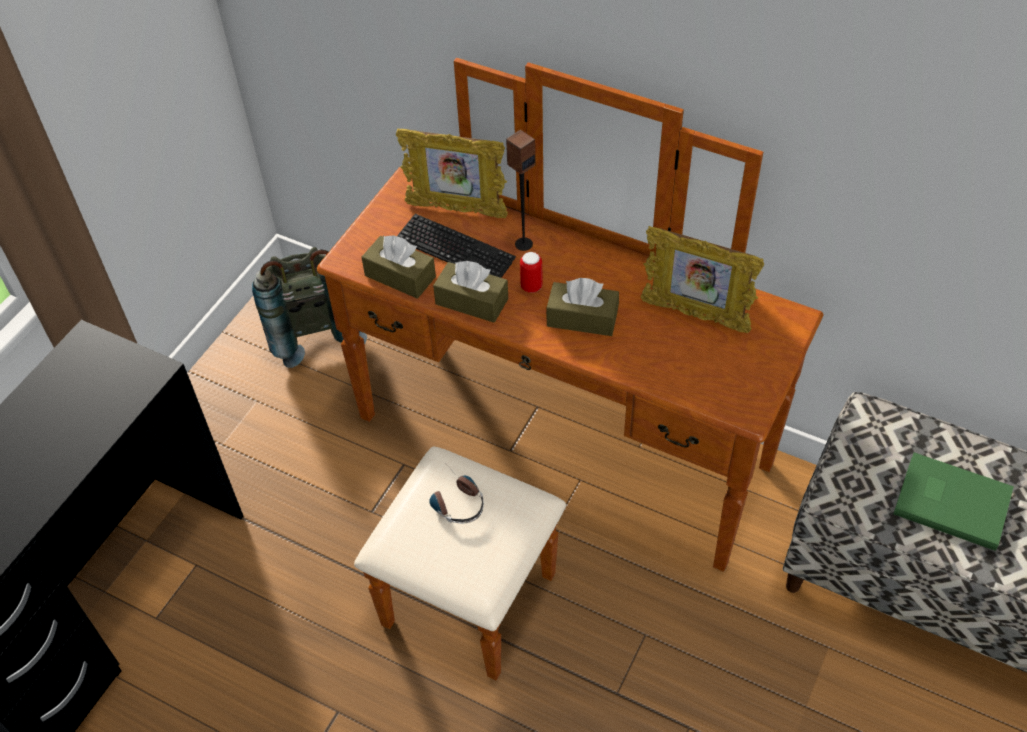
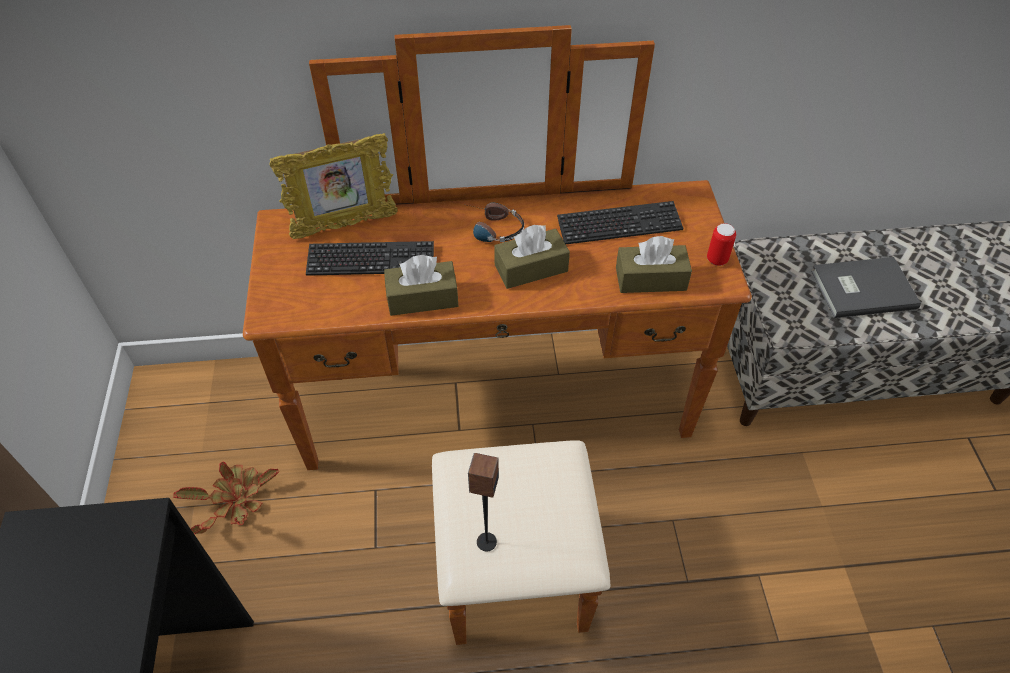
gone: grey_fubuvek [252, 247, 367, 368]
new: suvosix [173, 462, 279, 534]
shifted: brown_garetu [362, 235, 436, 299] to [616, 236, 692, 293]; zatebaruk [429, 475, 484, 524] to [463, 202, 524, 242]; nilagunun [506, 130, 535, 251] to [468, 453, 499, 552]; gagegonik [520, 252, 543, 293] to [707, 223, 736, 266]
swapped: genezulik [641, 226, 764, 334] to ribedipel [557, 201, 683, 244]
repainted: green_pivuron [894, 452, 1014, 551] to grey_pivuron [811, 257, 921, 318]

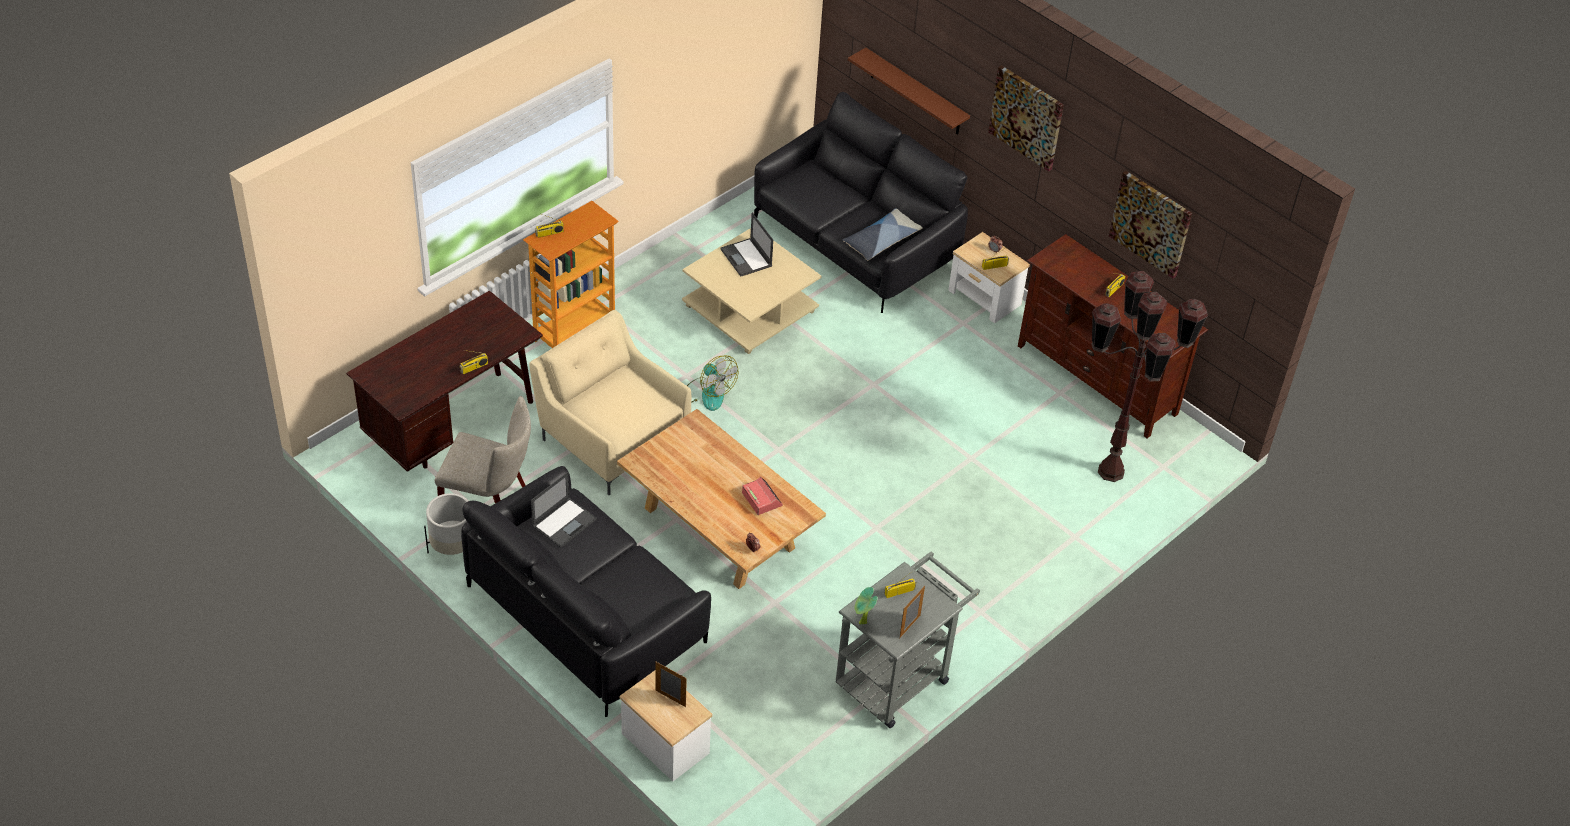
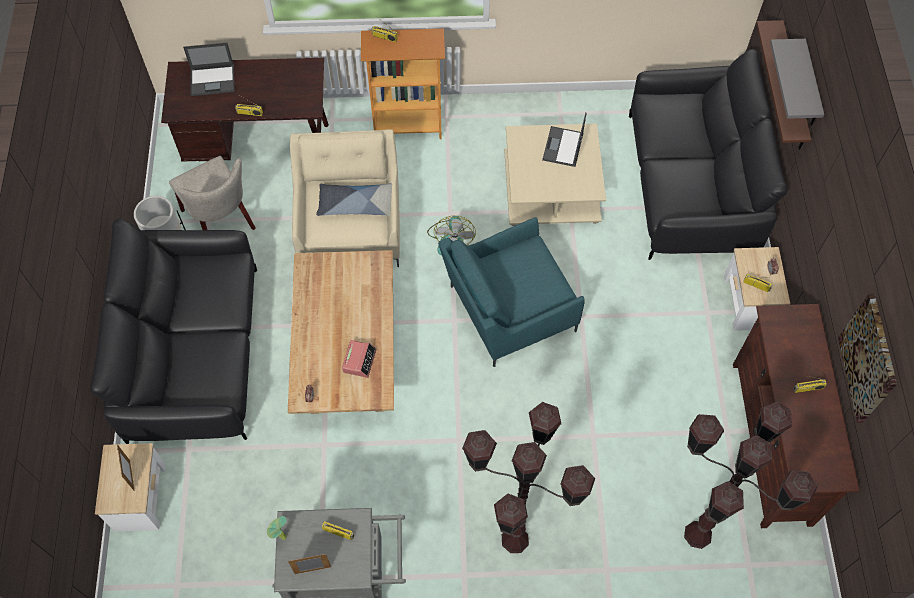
gone: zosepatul [988, 65, 1064, 171]
new: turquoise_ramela [438, 217, 585, 367]; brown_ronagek [462, 402, 595, 553]; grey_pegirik [770, 39, 824, 126]
shifted: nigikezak [531, 472, 597, 548] to [183, 43, 235, 96]; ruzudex [843, 208, 923, 261] to [316, 183, 392, 216]

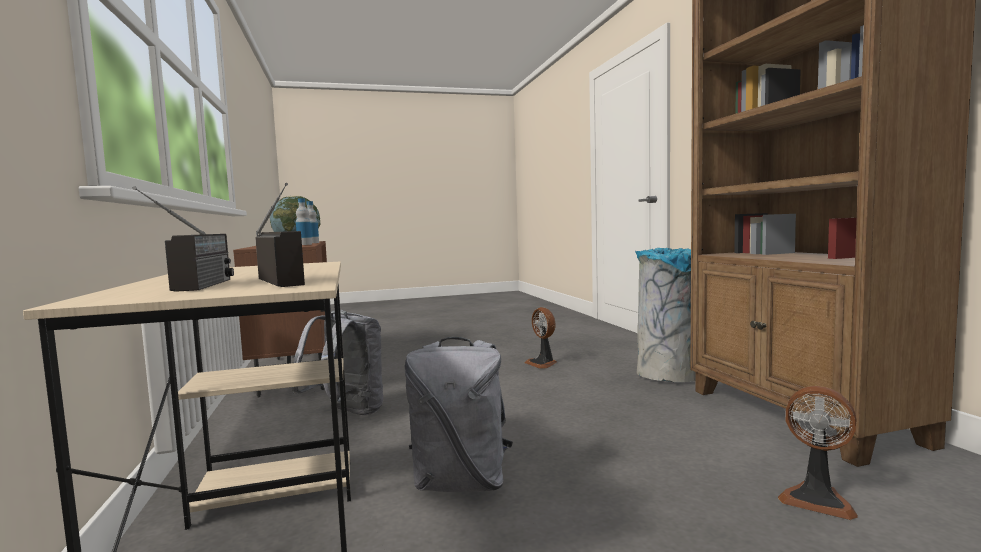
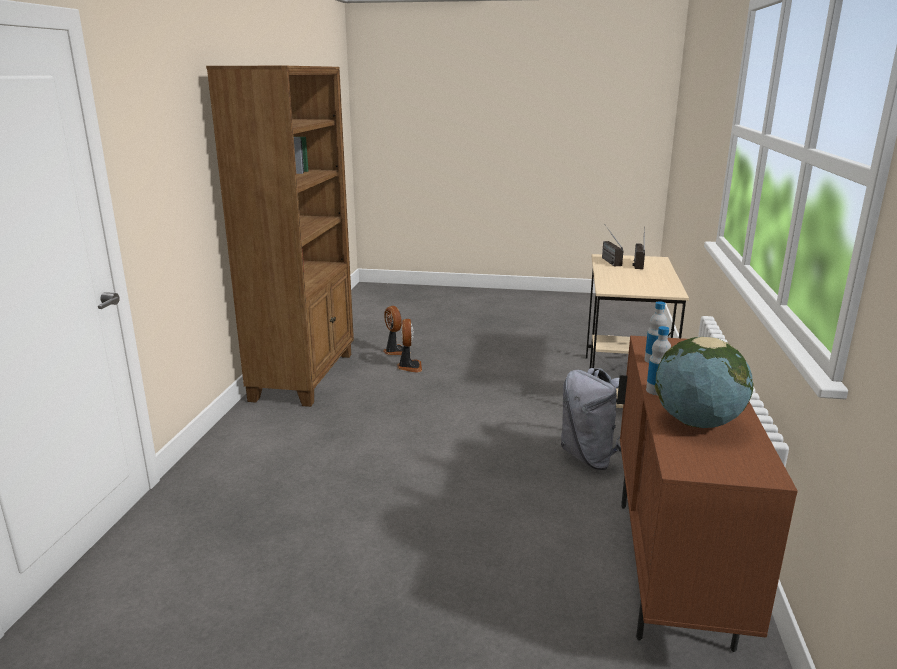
gone: grey_fubuvek [404, 337, 513, 492]; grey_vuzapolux [635, 248, 696, 382]
shifted: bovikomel [524, 307, 557, 369] to [398, 319, 422, 373]

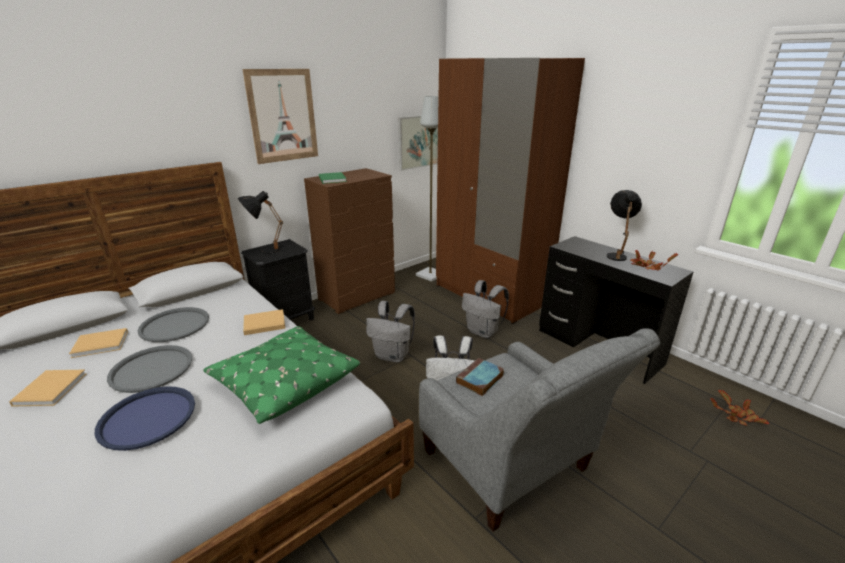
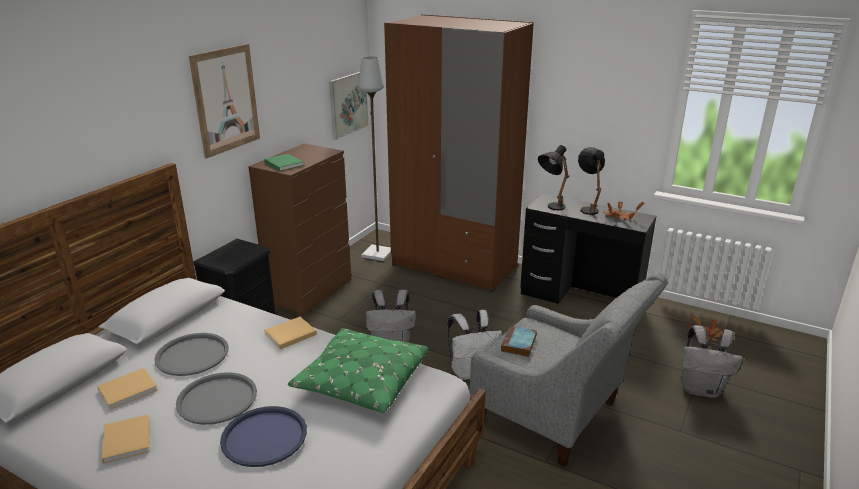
shifted: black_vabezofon [238, 191, 283, 254] to [538, 145, 569, 210]; grey_fubuvek [462, 280, 509, 338] to [680, 325, 743, 398]

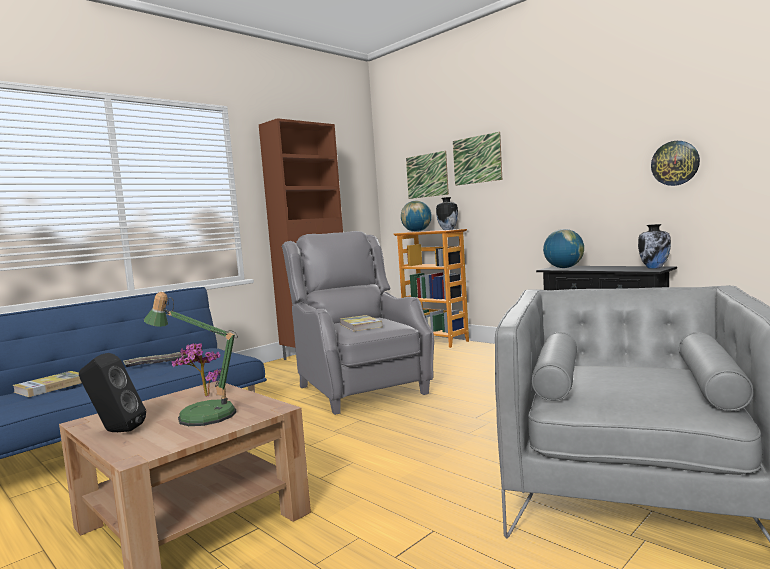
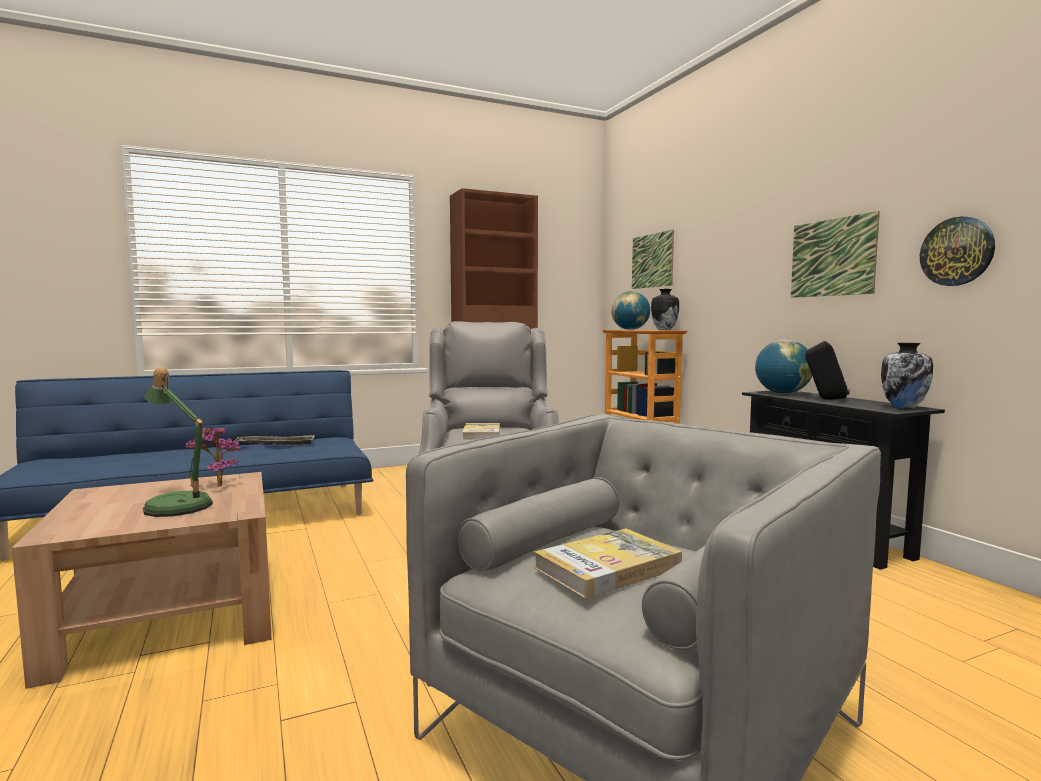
shifted: pivuron [13, 371, 82, 397] to [534, 528, 682, 599]; black_nilagunun [79, 353, 146, 432] to [805, 341, 850, 400]; zosepatul [453, 132, 502, 186] to [791, 211, 880, 298]

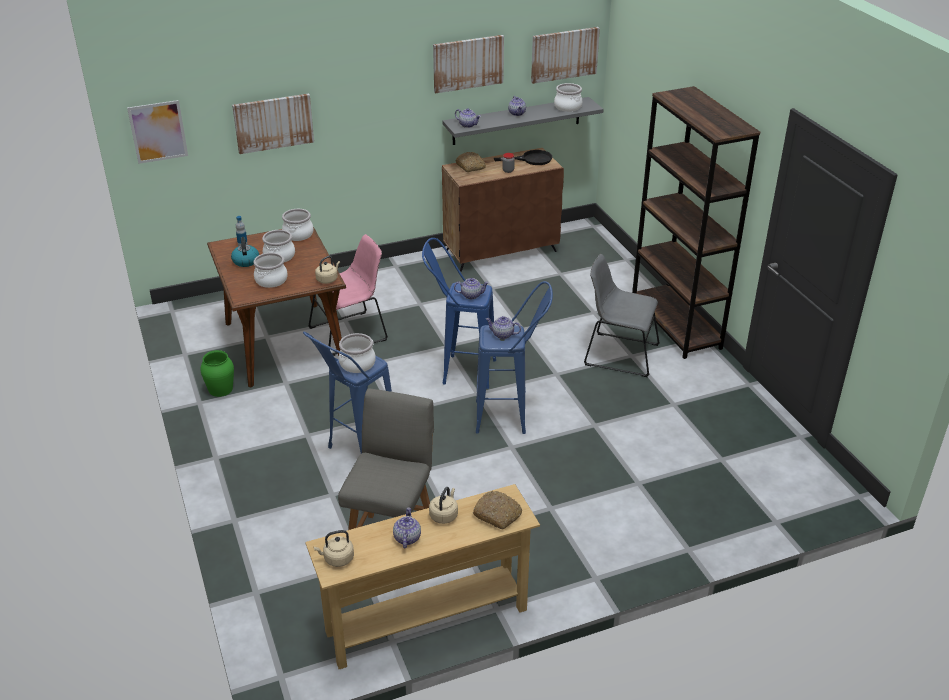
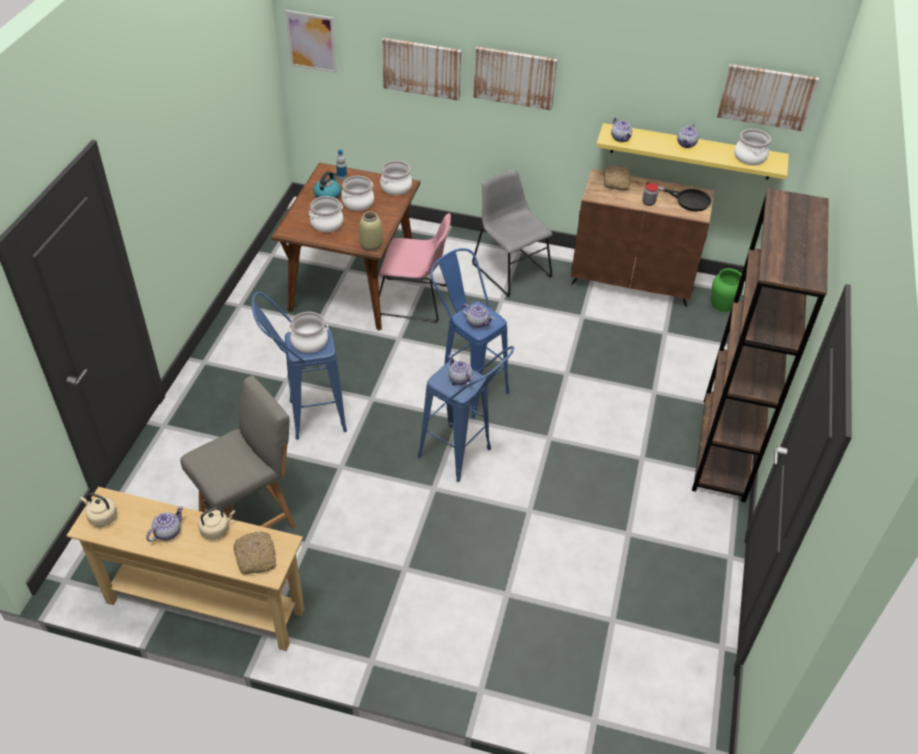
shifted: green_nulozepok [201, 350, 234, 397] to [712, 268, 744, 312]; zosepatul [433, 35, 504, 93] to [473, 47, 557, 110]; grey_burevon [584, 254, 660, 377] to [472, 169, 553, 297]
swapped: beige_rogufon [315, 256, 340, 284] to beige_nulozepok [359, 211, 383, 251]
repainted: grey_pegirik [443, 97, 604, 145] to yellow_pegirik [596, 123, 789, 180]

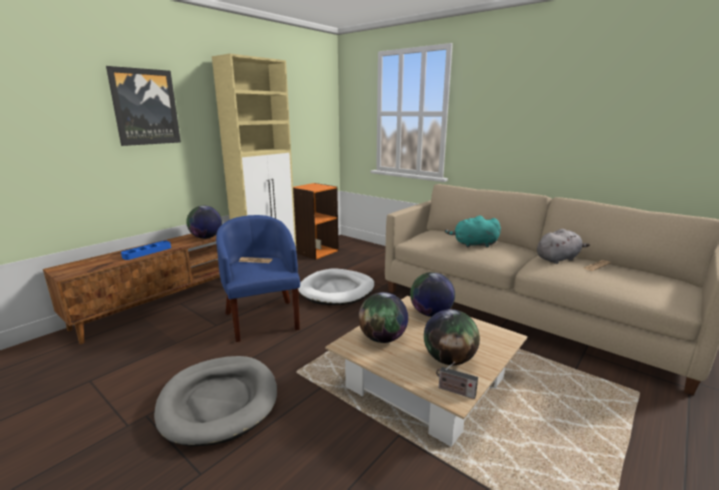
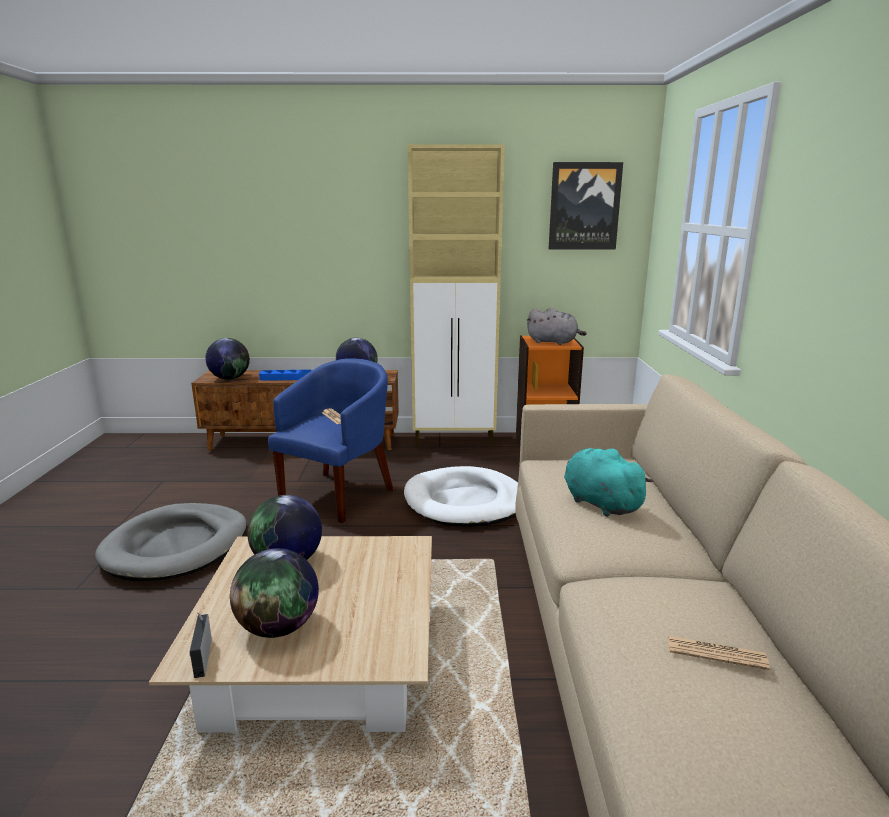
shifted: zosepatul [106, 66, 181, 146] to [549, 162, 623, 249]; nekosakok [410, 272, 455, 317] to [205, 338, 250, 380]; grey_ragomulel [537, 229, 590, 264] to [526, 308, 587, 345]

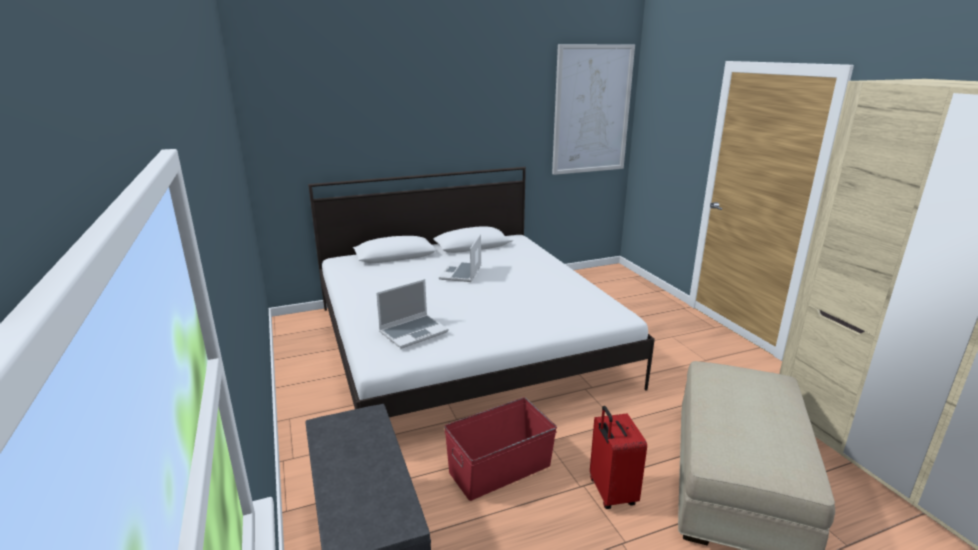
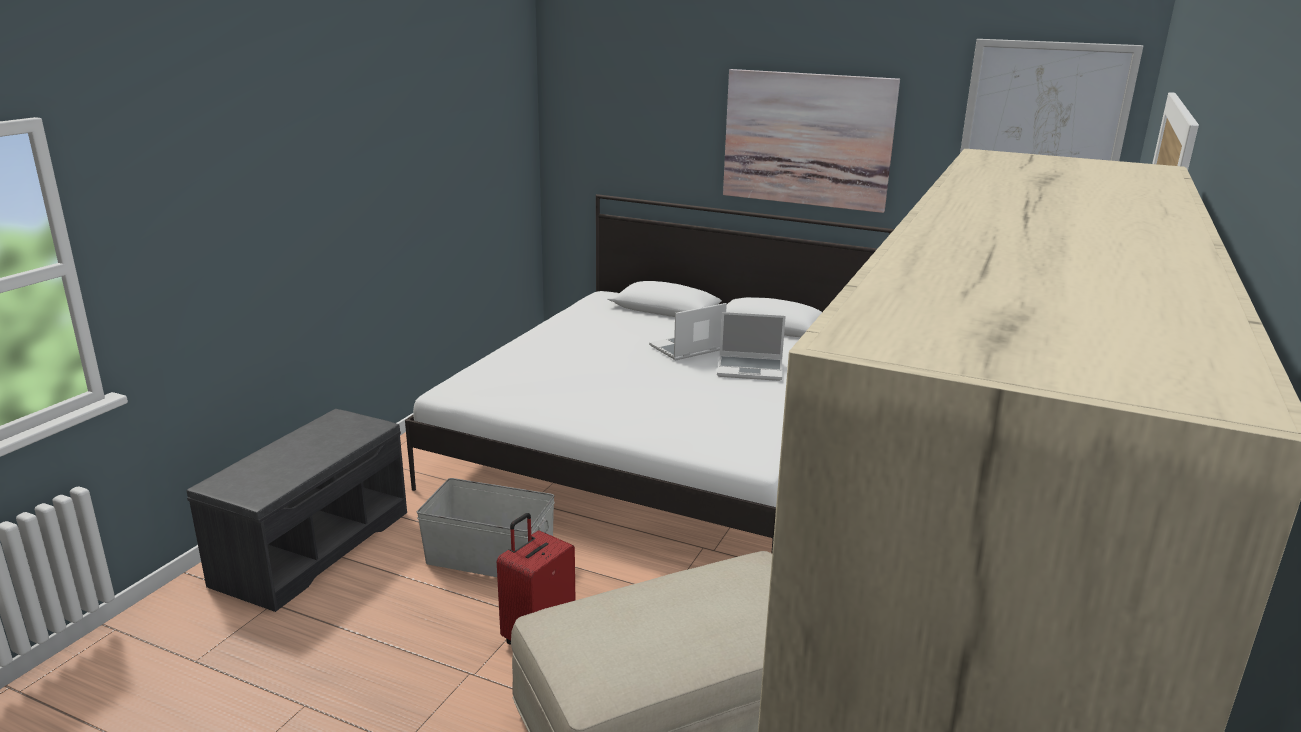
new: zosepatul [723, 69, 900, 213]
shifted: nigikezak [376, 279, 449, 349] to [717, 312, 786, 381]
repainted: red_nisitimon [444, 397, 557, 501] to grey_nisitimon [417, 478, 555, 577]

